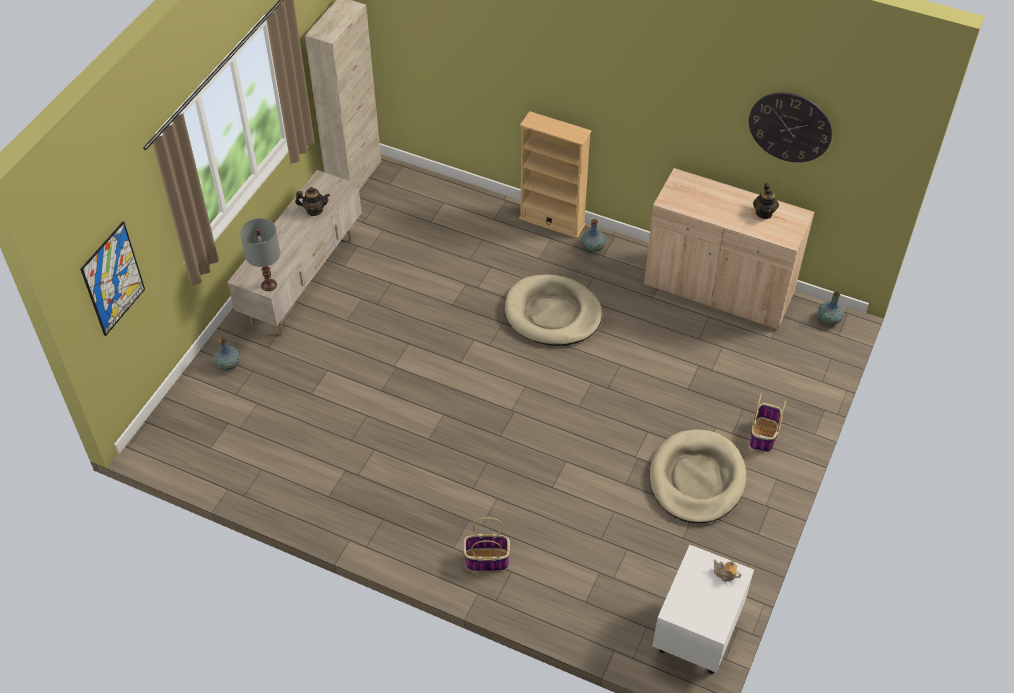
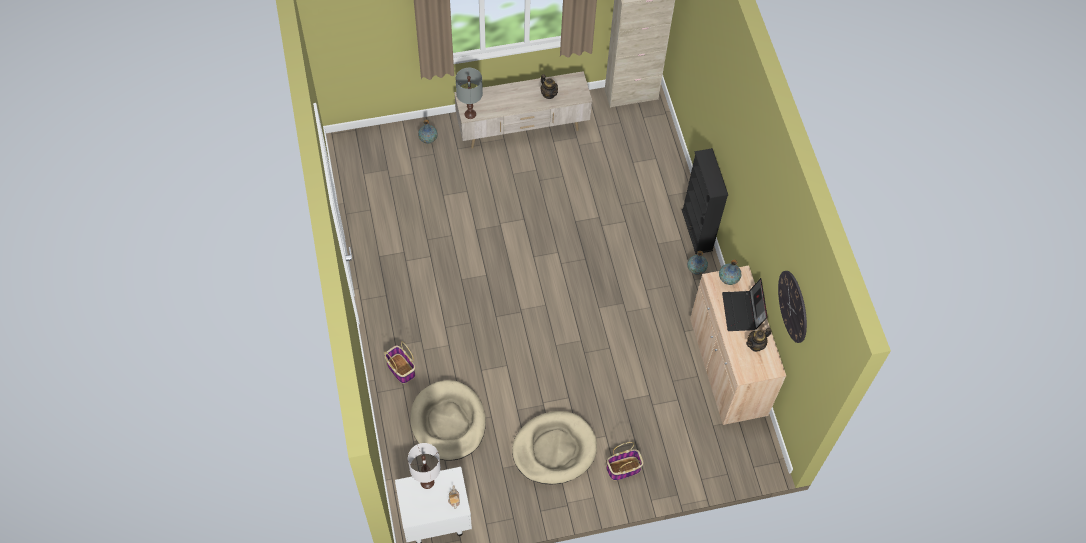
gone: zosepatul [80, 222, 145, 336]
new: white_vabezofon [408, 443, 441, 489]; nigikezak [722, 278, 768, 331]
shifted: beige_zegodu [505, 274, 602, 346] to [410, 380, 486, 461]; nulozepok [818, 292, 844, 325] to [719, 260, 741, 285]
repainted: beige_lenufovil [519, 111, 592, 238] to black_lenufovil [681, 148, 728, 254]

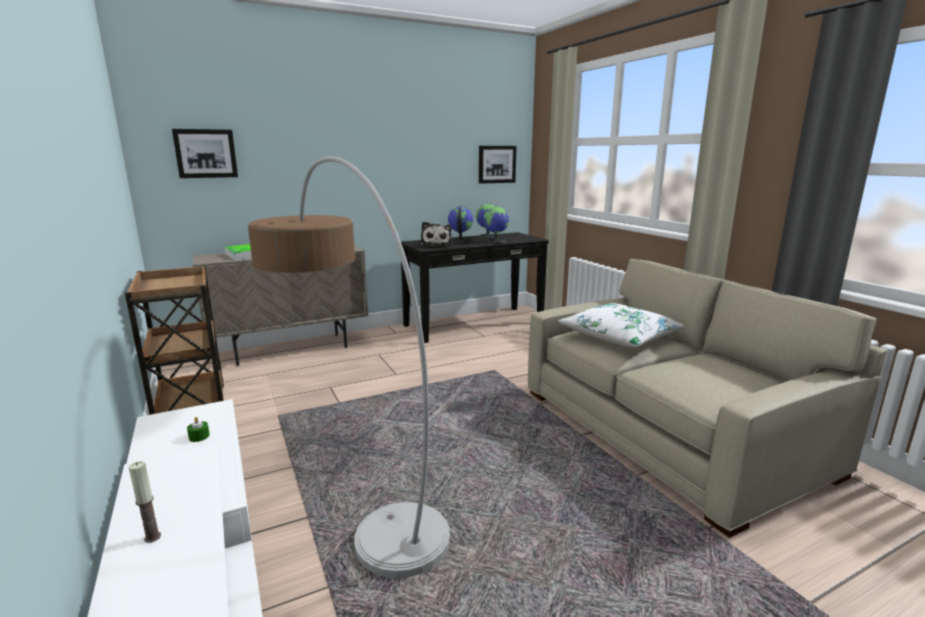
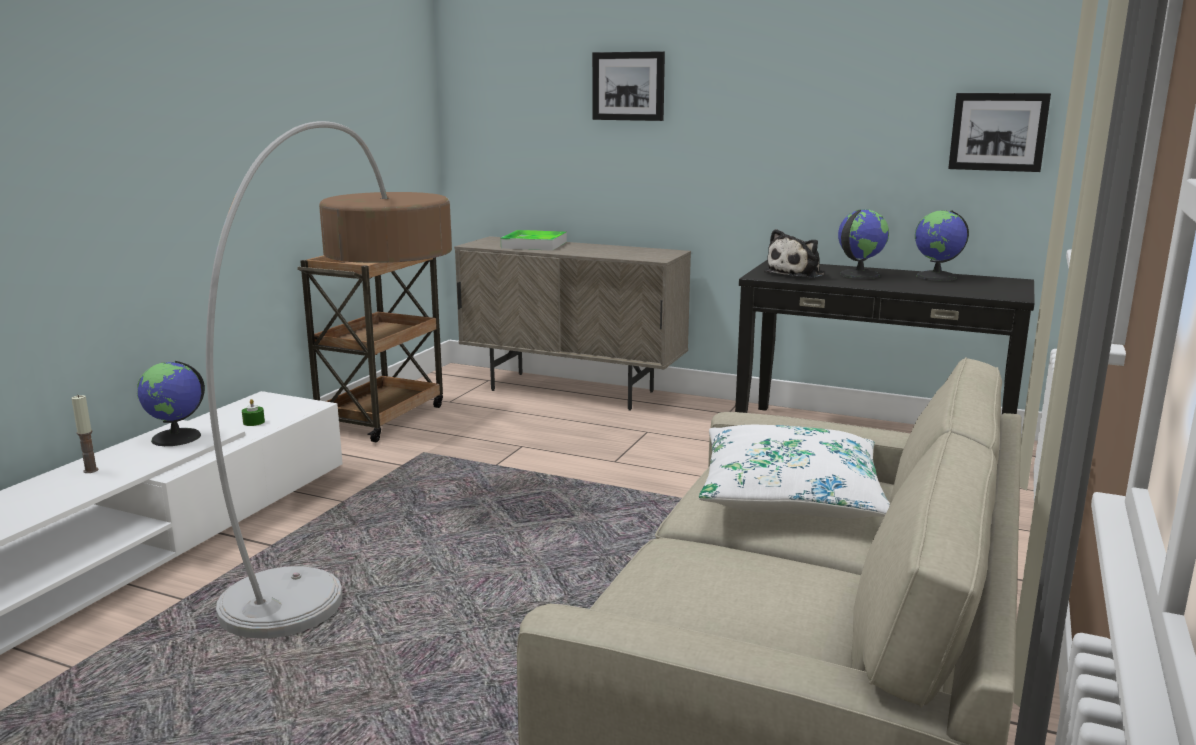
shifted: zosepatul [172, 129, 238, 178] to [592, 51, 665, 121]; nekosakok [484, 206, 510, 243] to [137, 361, 205, 446]

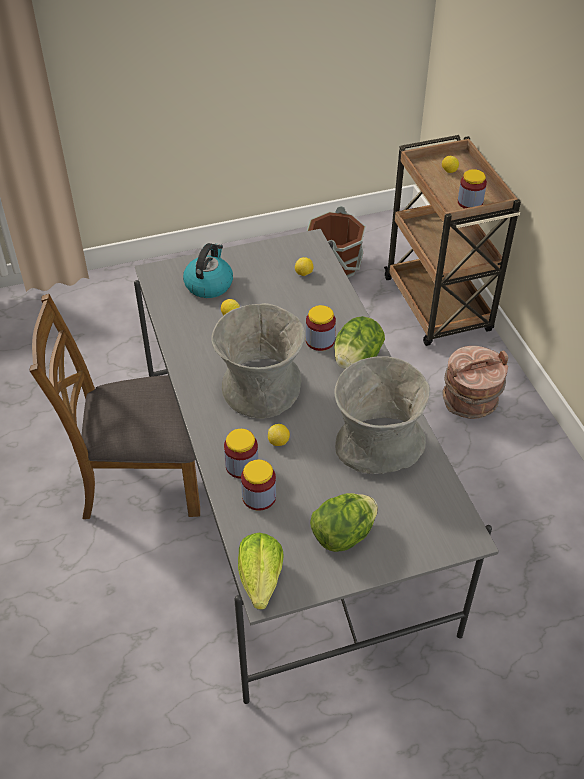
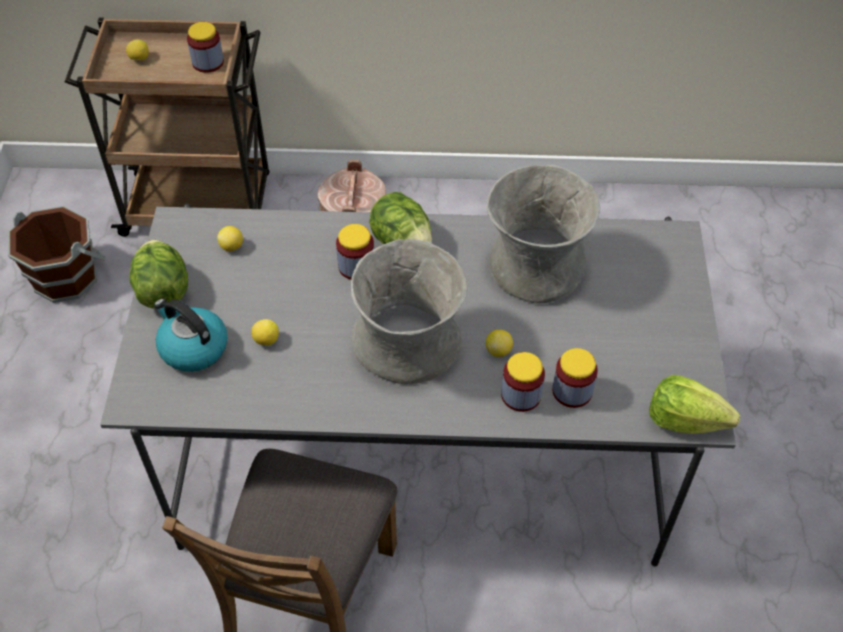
shifted: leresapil [310, 493, 378, 552] to [129, 240, 188, 309]

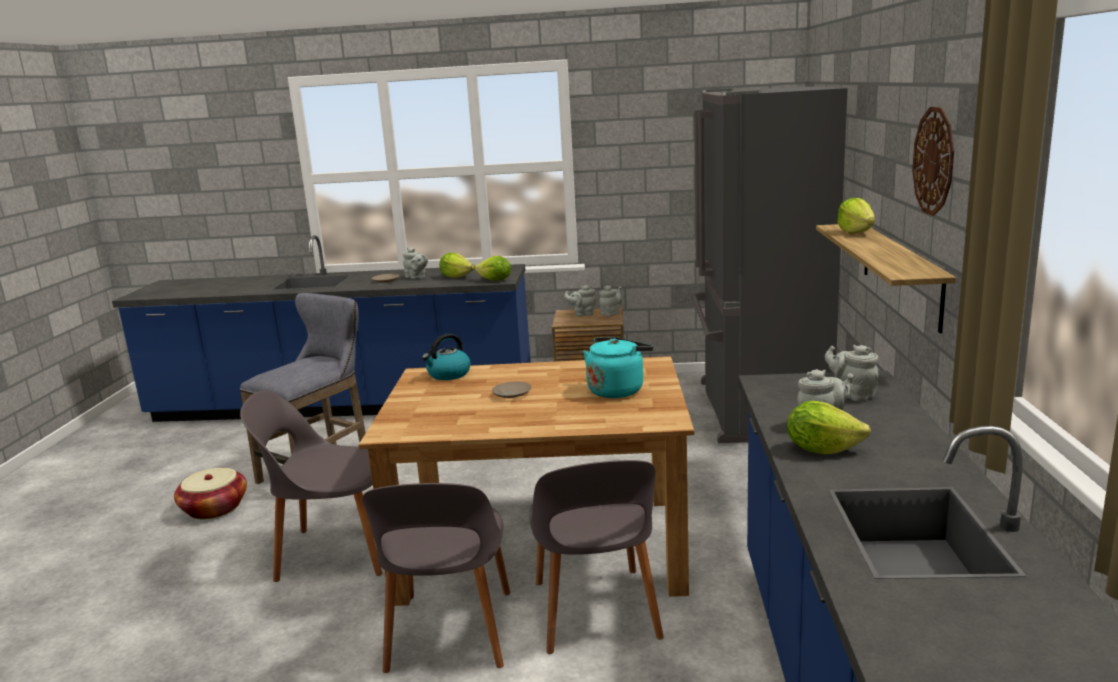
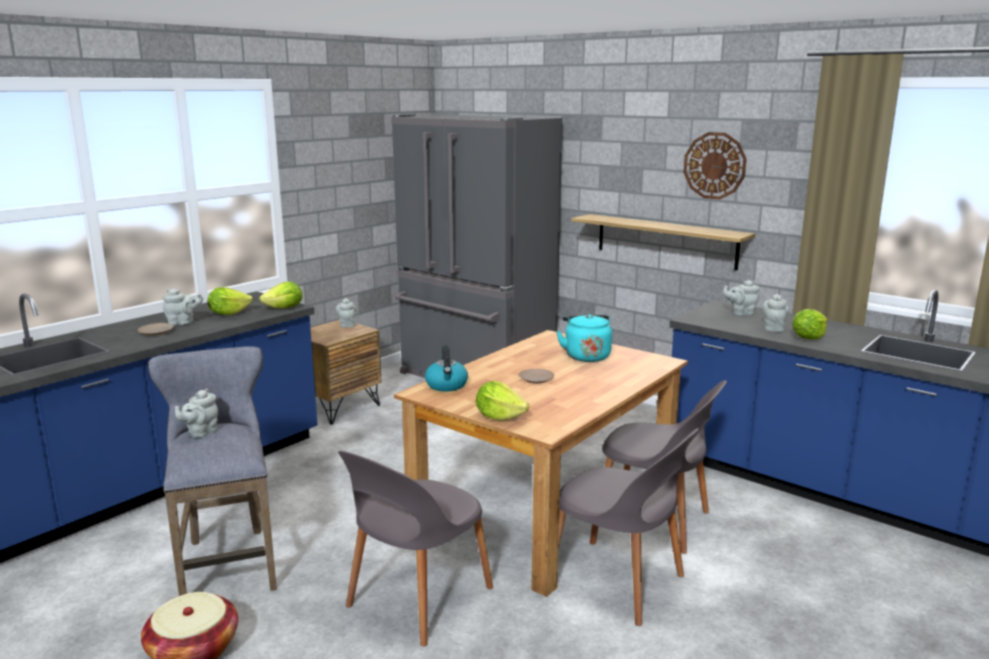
shifted: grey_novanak [564, 285, 596, 316] to [175, 388, 218, 438]; leresapil [837, 198, 875, 233] to [476, 381, 529, 420]

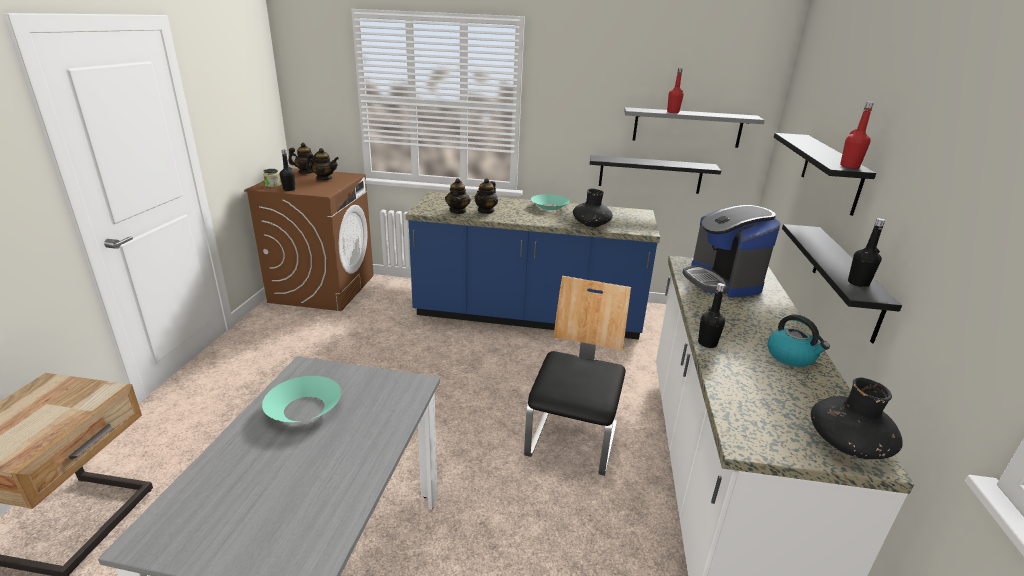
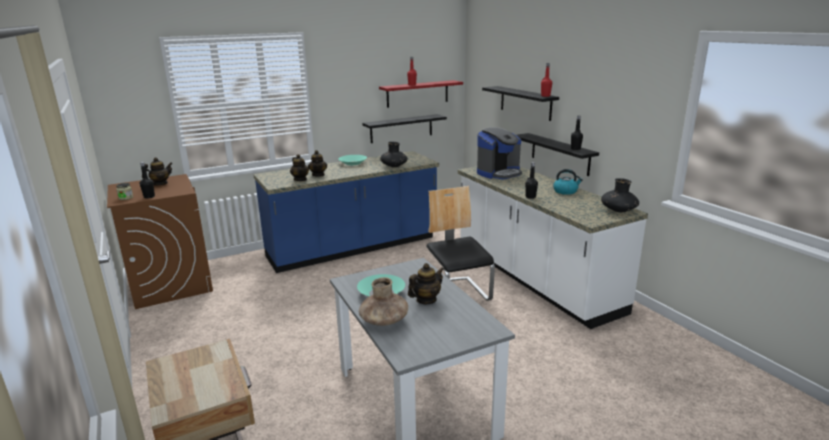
new: brown_nulozepok [359, 277, 408, 326]
shifted: novanak [288, 143, 319, 174] to [408, 263, 444, 304]
repainted: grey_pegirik [624, 107, 765, 148] to red_pegirik [379, 80, 463, 108]
rotated: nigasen [682, 205, 780, 298] = [477, 127, 522, 179] 75 degrees counterclockwise

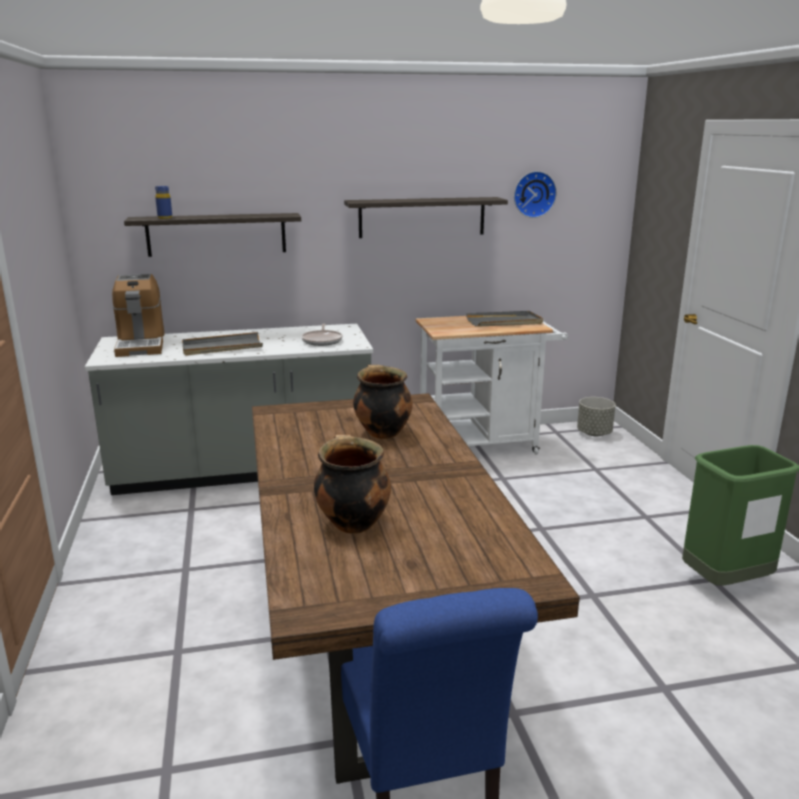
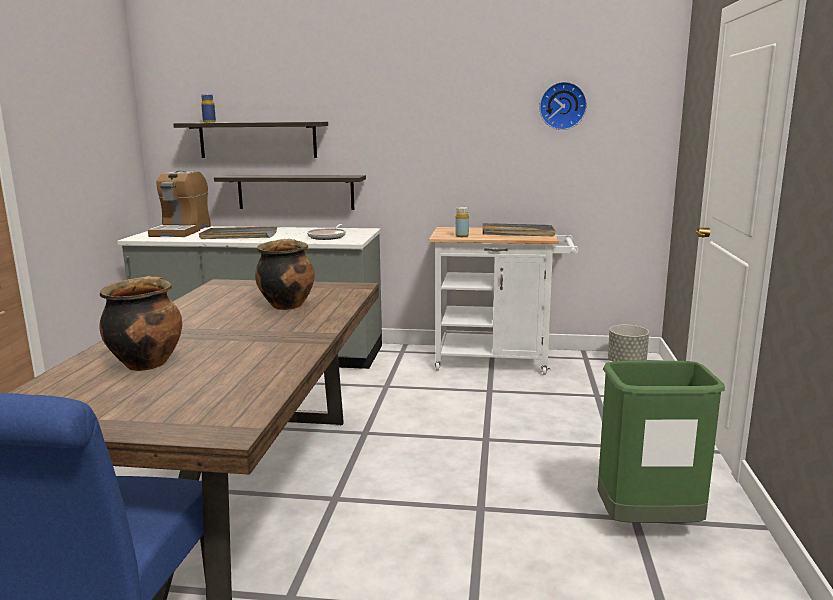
new: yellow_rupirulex [455, 207, 469, 237]
shifted: pegirik [344, 197, 508, 238] to [214, 175, 366, 210]

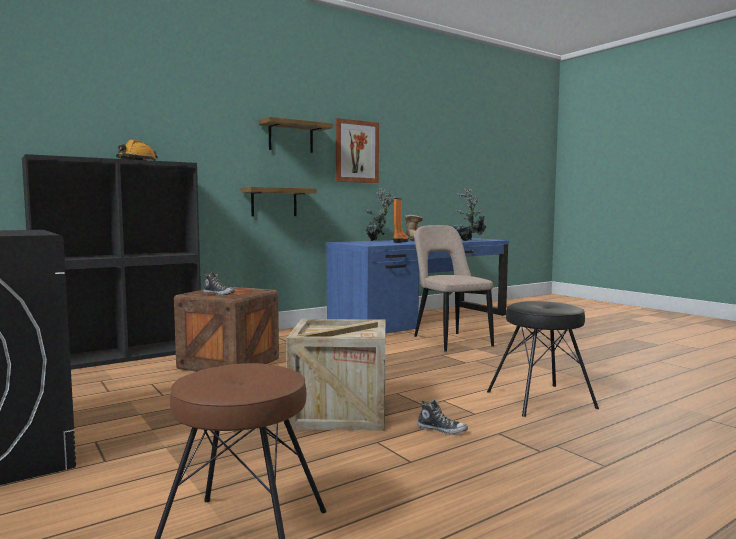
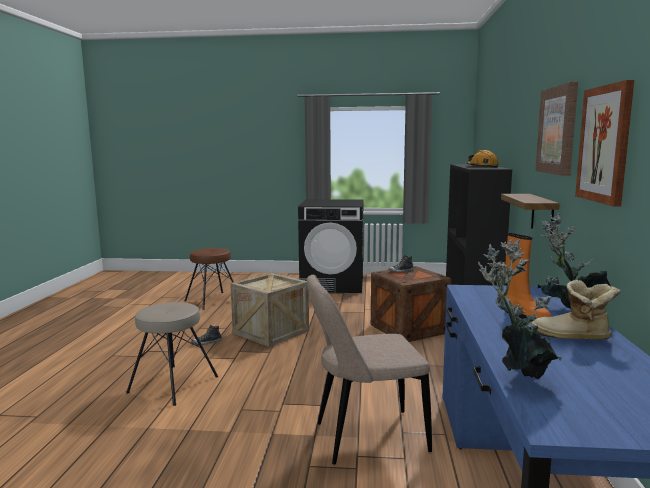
swapped: pegirik [259, 117, 333, 153] to zosepatul [535, 82, 578, 176]
repainted: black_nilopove [487, 301, 599, 417] to beige_nilopove [126, 302, 218, 406]
rotated: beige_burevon [414, 225, 494, 352] = [307, 275, 432, 464] 150 degrees clockwise

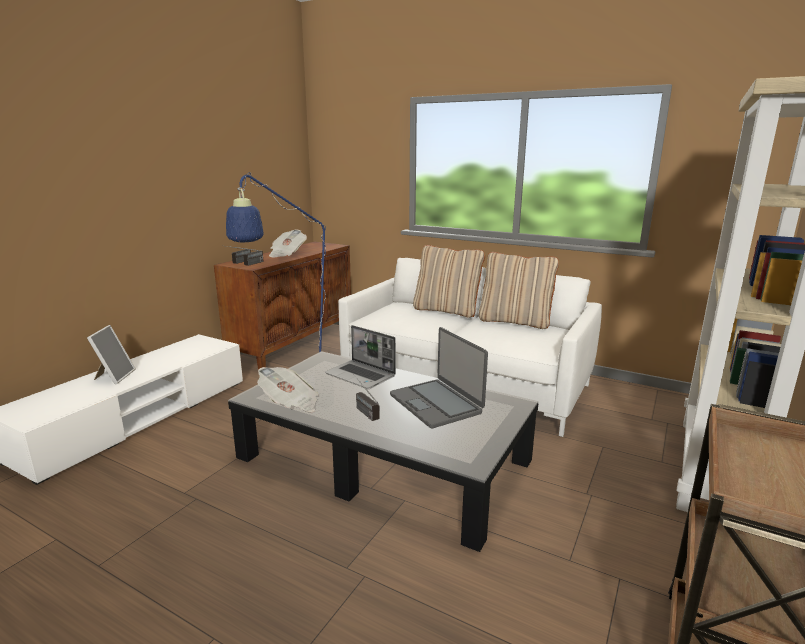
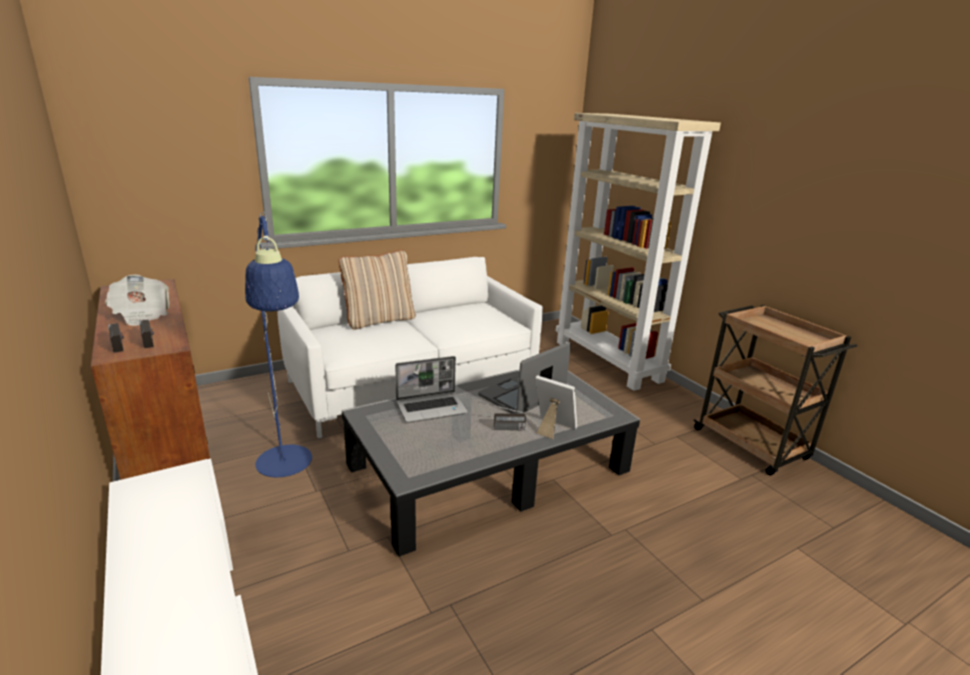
gone: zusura [257, 367, 318, 412]; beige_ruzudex [479, 252, 559, 329]
shifted: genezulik [87, 325, 136, 385] to [535, 375, 577, 439]
rotated: nigikezak [390, 327, 488, 429] = [478, 342, 571, 414] 135 degrees clockwise

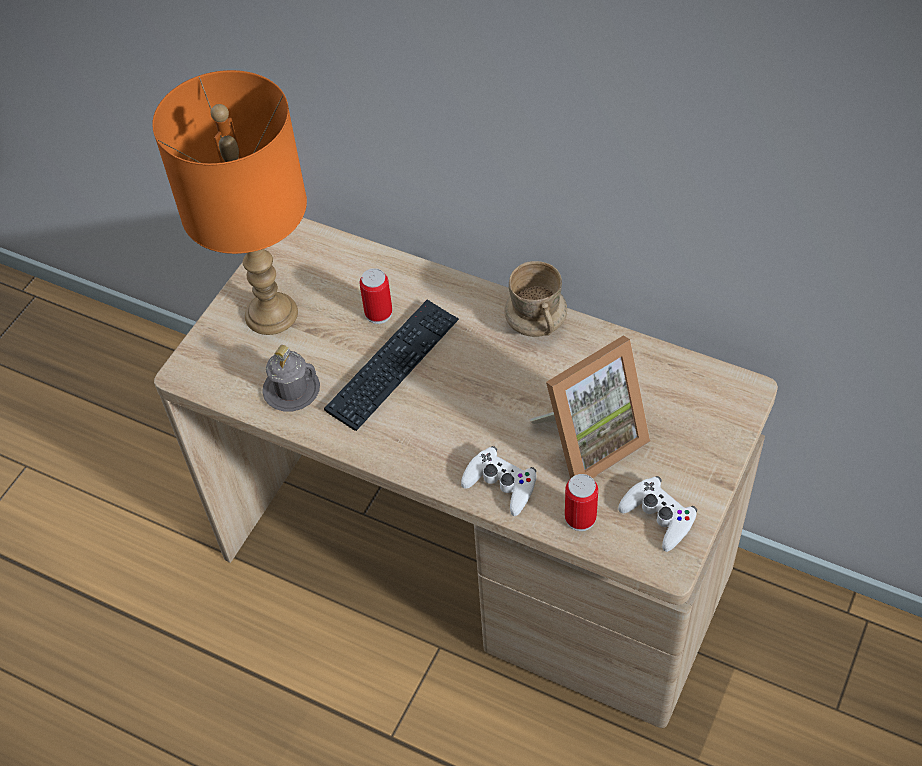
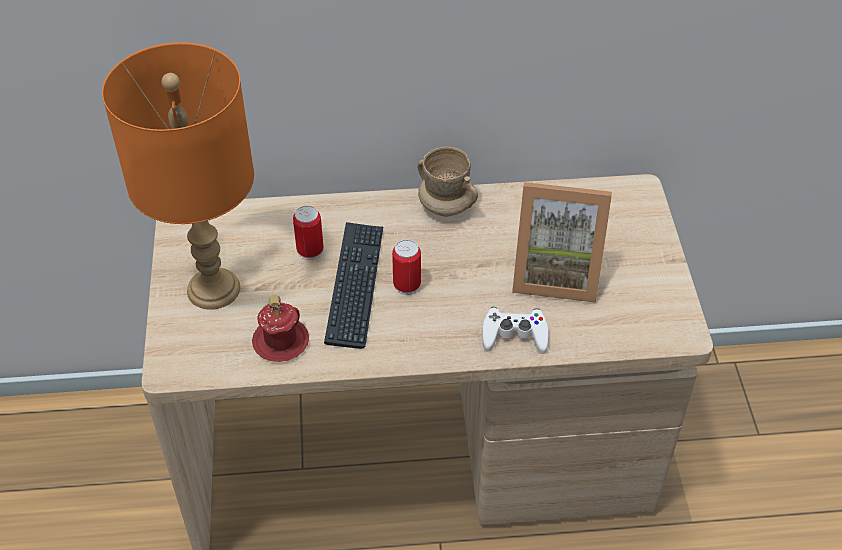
gone: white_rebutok [618, 476, 697, 552]
shifted: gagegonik [565, 474, 598, 531] to [392, 240, 421, 295]
repainted: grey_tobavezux [262, 345, 320, 411] to red_tobavezux [252, 295, 309, 362]
rotated: genezulik [529, 335, 650, 479] = [512, 182, 612, 303] 75 degrees clockwise

